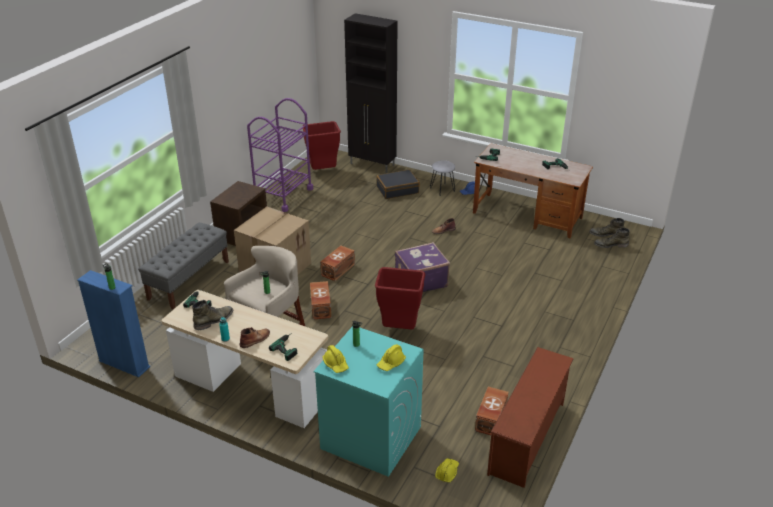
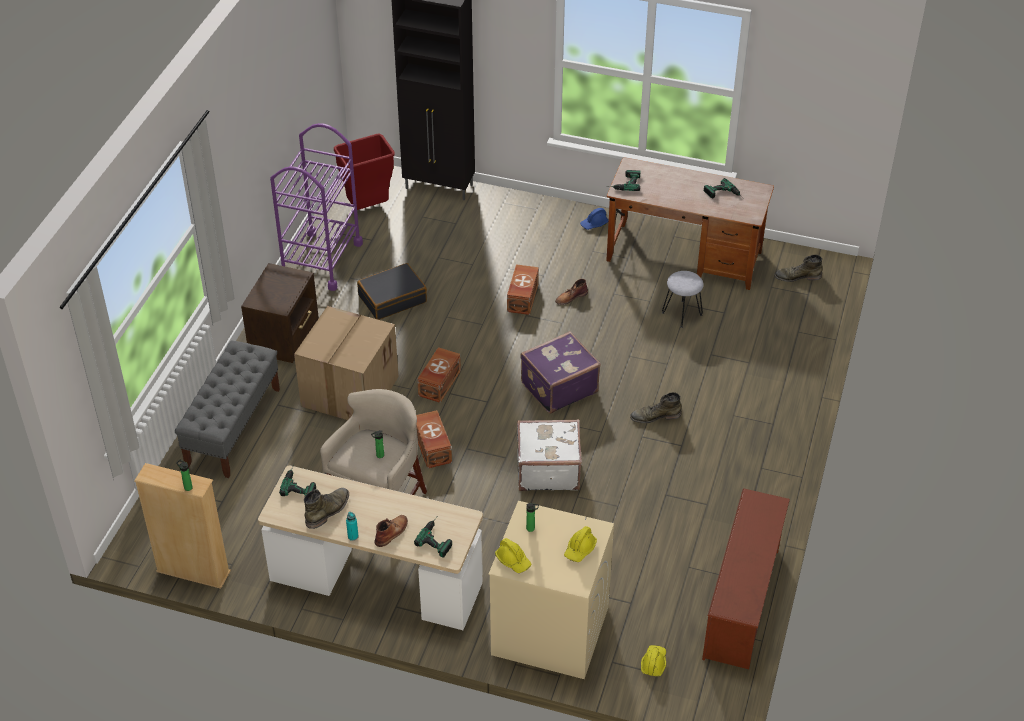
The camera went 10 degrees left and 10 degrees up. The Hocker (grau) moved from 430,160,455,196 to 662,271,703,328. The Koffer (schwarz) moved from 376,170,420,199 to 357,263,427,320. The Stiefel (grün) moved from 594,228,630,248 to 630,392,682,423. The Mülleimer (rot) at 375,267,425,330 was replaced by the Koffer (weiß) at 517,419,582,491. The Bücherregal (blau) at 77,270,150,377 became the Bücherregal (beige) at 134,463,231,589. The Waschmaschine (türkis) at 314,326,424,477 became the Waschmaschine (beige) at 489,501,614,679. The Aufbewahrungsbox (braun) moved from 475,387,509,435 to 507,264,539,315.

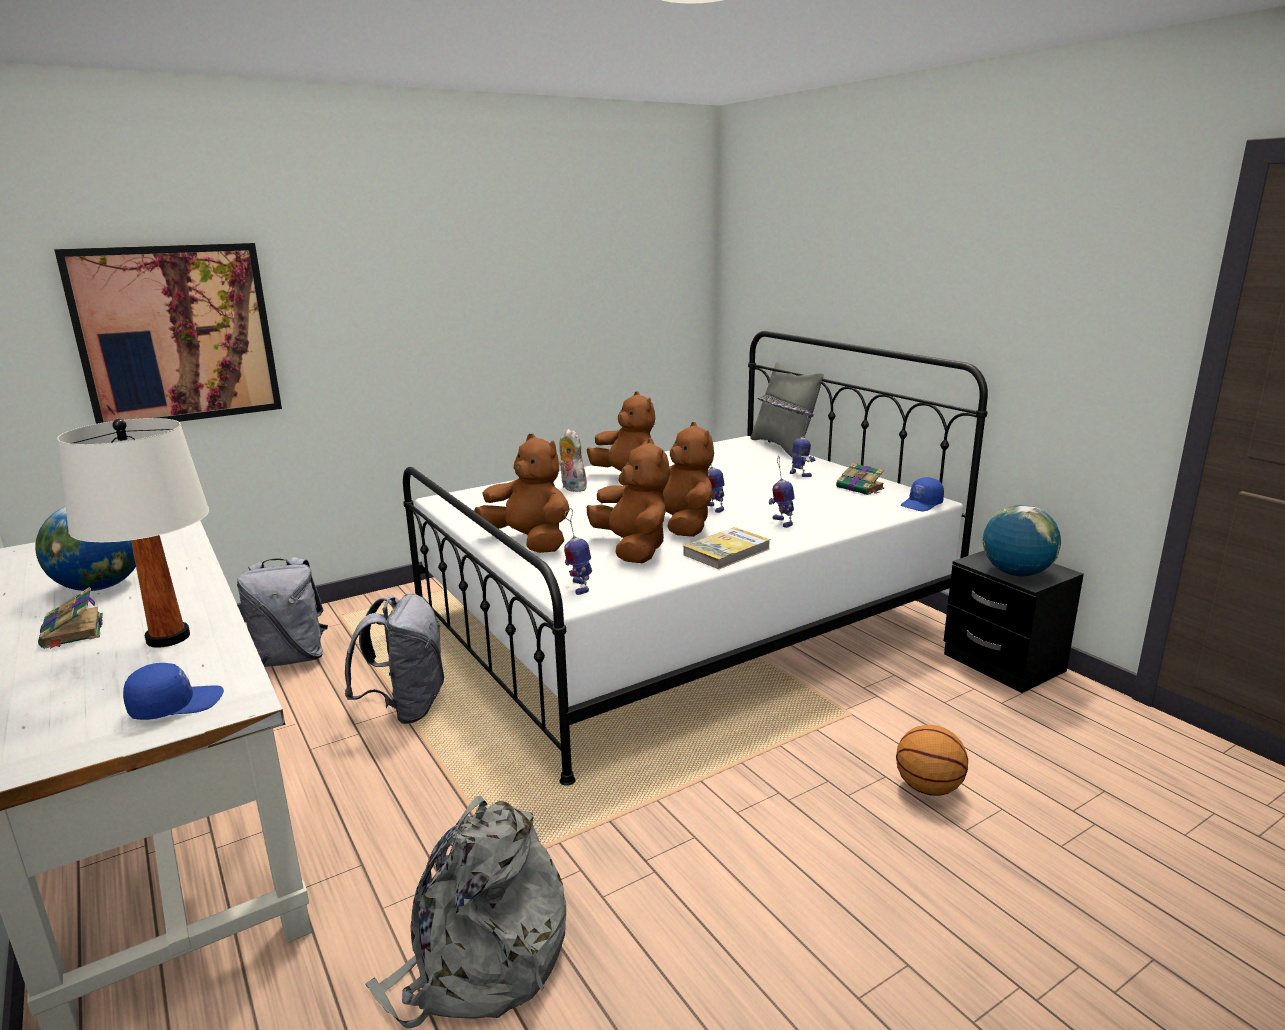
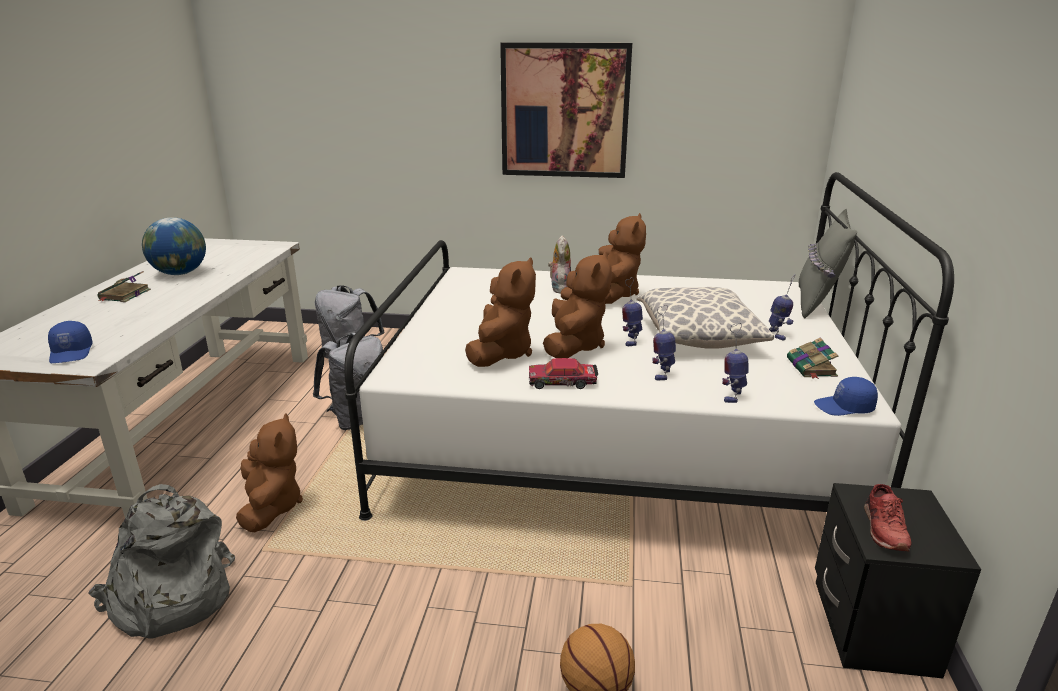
The camera went 40 degrees right and 5 degrees up. The Bild moved from 54,243,282,424 to 500,42,632,178. The Tischlampe (weiß) at 57,418,209,648 disappeared. The Plüschtier (braun) moved from 474,433,569,553 to 236,413,303,532. The Globus at 983,505,1061,576 was replaced by the Schuh (rot) at 864,484,912,551. The Spielzeugroboter moved from 564,508,592,595 to 722,323,748,403. The Buch at 683,527,771,569 was replaced by the Spielzeugauto at 529,358,598,389. The Kappe (blau) at 123,663,224,720 turned 60 degrees clockwise. The Kissen at 637,287,774,349 appeared.

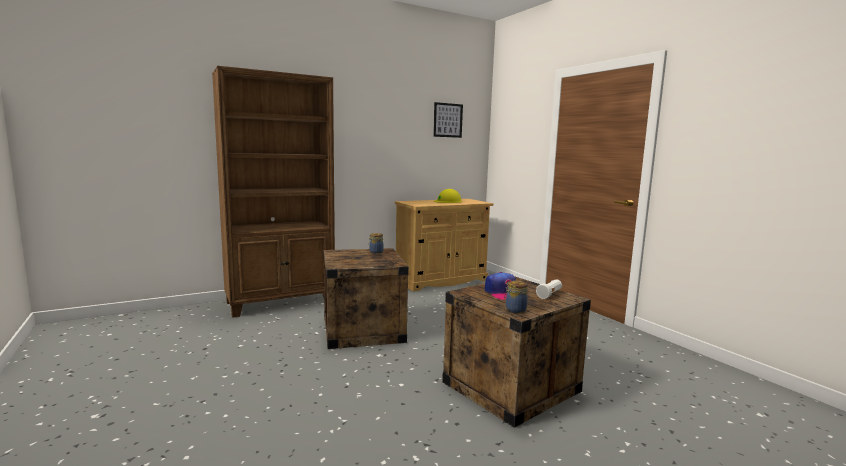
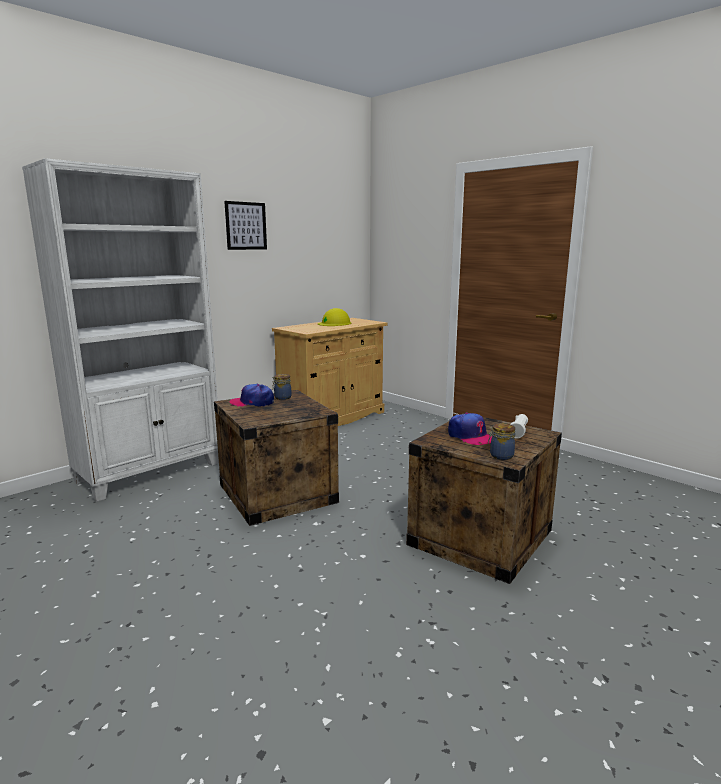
The camera went 15 degrees left and 5 degrees up. The Bücherregal (braun) at 212,66,335,317 became the Bücherregal (weiß) at 22,158,219,502. The Bild moved from 433,102,463,138 to 224,201,267,250. The Kappe at 230,384,274,407 appeared.

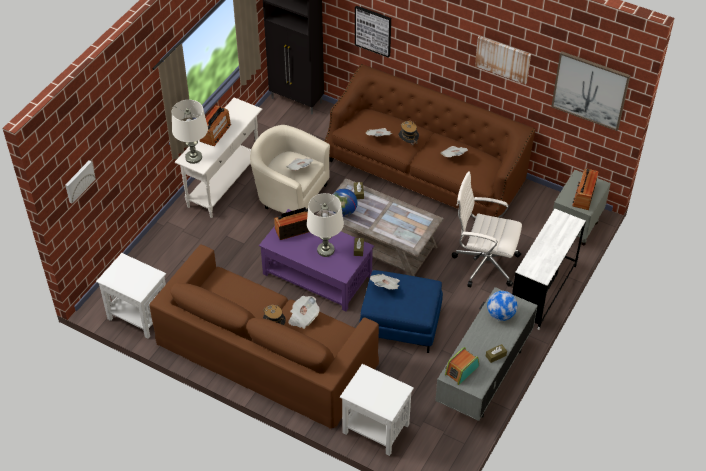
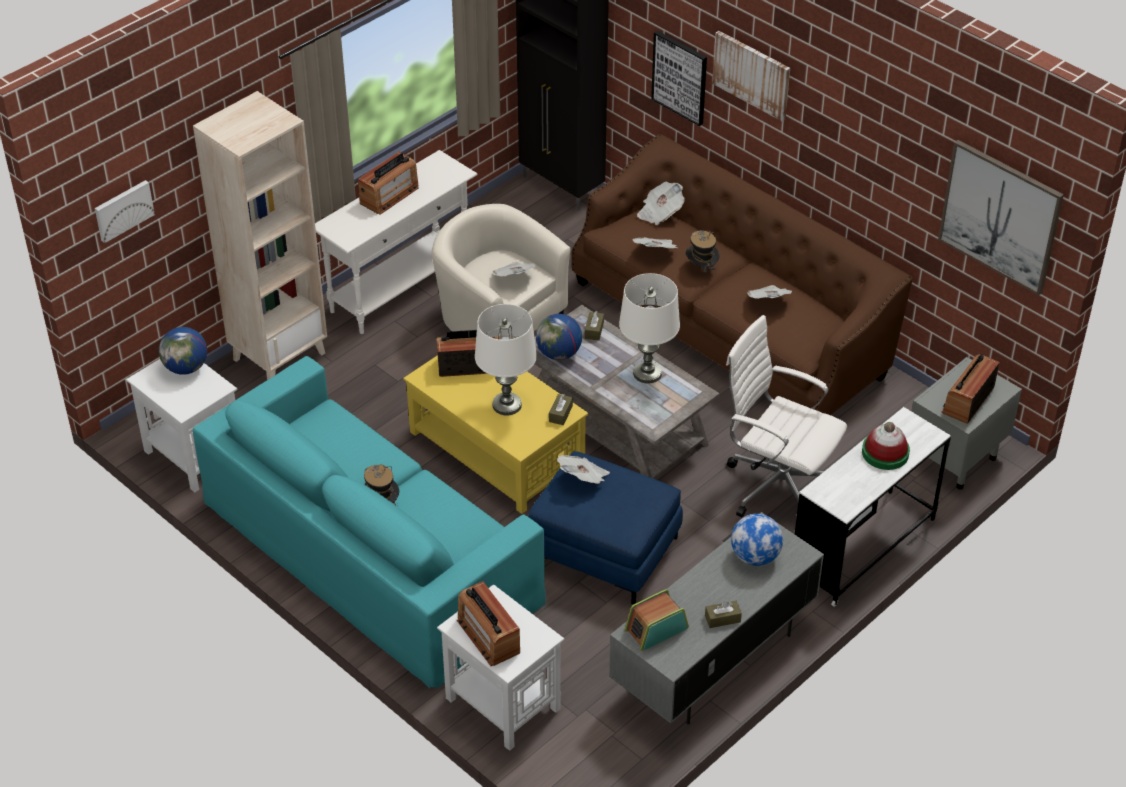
The camera went 15 degrees right and 5 degrees down. The Bild moved from 475,36,531,85 to 712,31,790,121. The Tischlampe (weiß) moved from 172,100,208,164 to 619,273,680,384. The Couchtisch (lila) at 259,209,374,311 became the Couchtisch (gelb) at 403,355,588,514. The Sofa (braun) at 149,244,379,429 became the Sofa (türkis) at 193,356,546,689. The Zeitung moved from 288,296,319,329 to 637,182,685,225. The Bücherregal (beige) at 193,91,327,380 appeared. The Globus at 159,327,207,375 appeared. The Hut at 862,422,910,470 appeared. The Radio at 457,581,520,666 appeared.

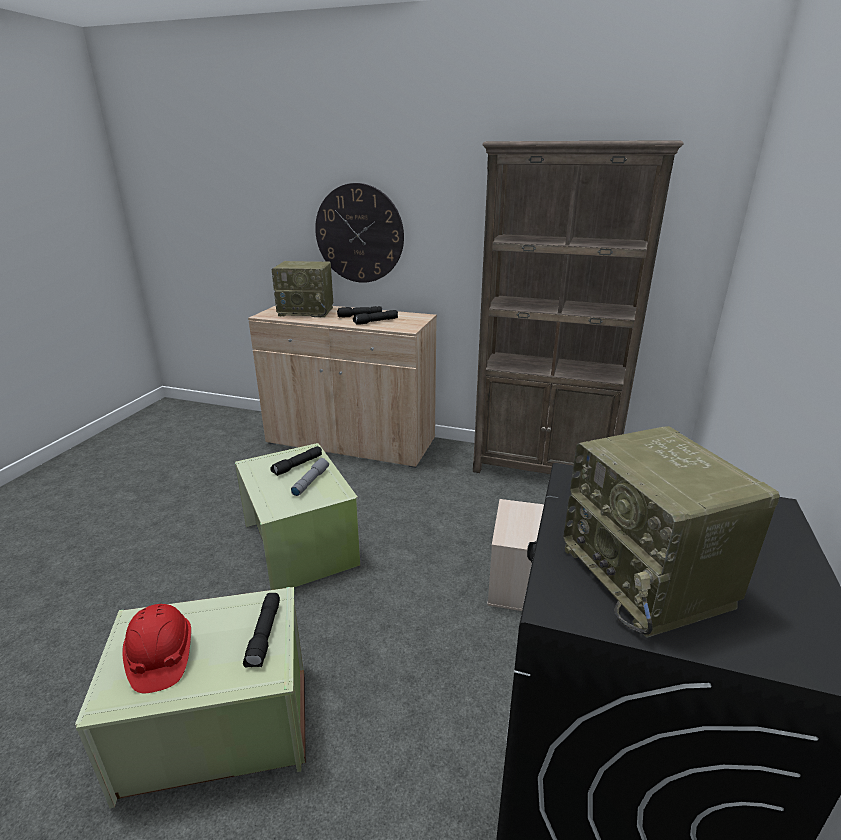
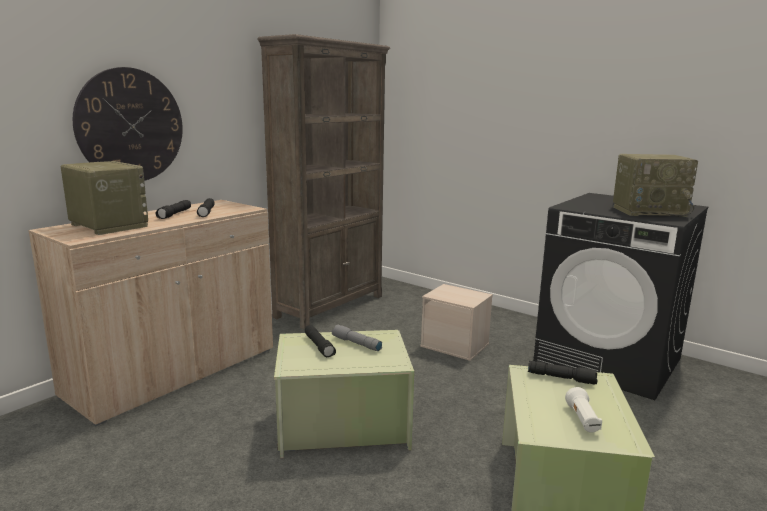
The camera went 70 degrees left and 10 degrees down. The Radio at 272,261,333,317 turned 75 degrees counterclockwise. The Schutzhelm (rot) at 122,604,191,693 was replaced by the Taschenlampe (weiß) at 565,387,602,433.

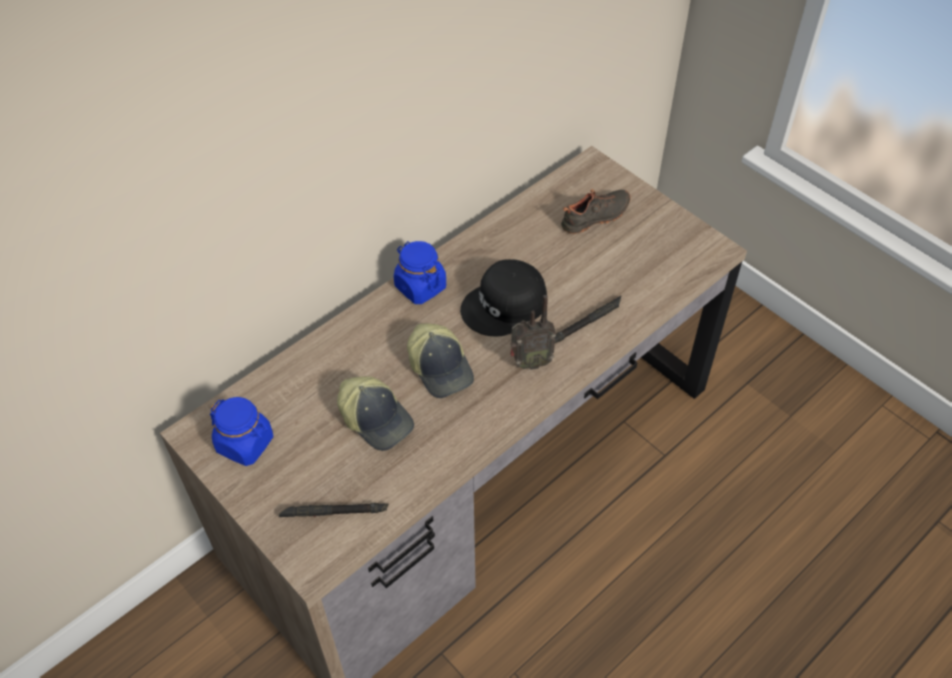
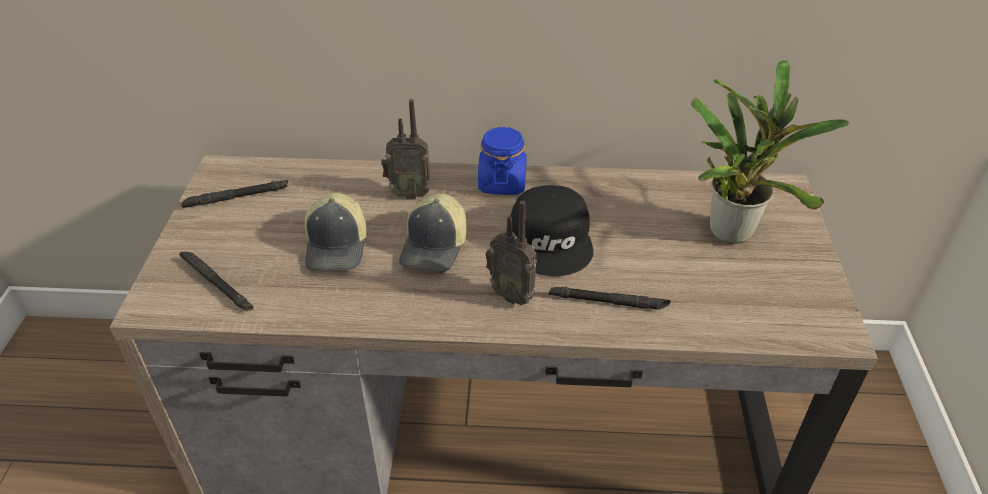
The camera went 45 degrees right and 10 degrees down. The Schuh (schwarz) at 561,189,631,234 was replaced by the Topfpflanze at 691,60,850,244. The Kappe (schwarz) at 460,259,547,336 turned 105 degrees counterclockwise. The Vorratsglas (blau) at 210,397,273,466 was replaced by the Taschenlampe (schwarz) at 181,180,288,208. The Radio at 381,99,431,200 appeared.

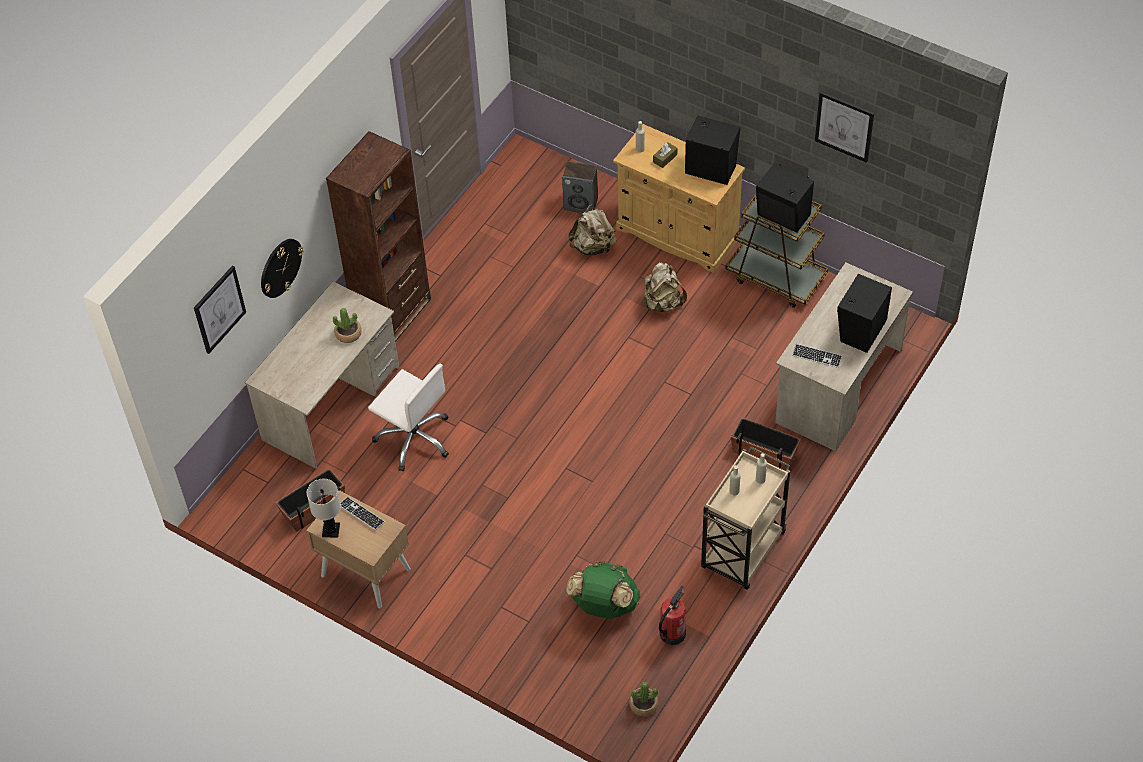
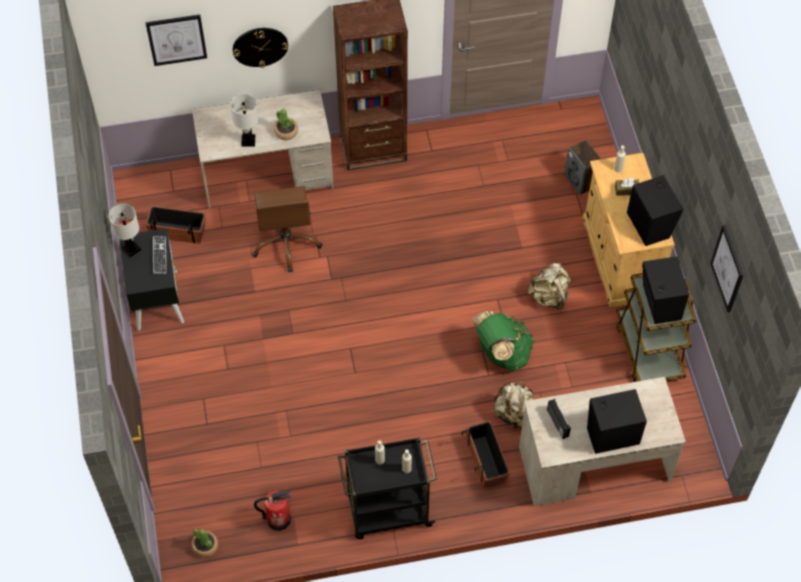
The camera went 45 degrees right and 5 degrees up. The Rucksack (beige) moved from 568,204,617,255 to 494,382,534,428. The Tastatur at 792,343,843,368 was replaced by the Radio at 547,399,571,439. The Bürostuhl (weiß) at 368,363,449,472 became the Bürostuhl (braun) at 252,186,322,272. The Rollwagen (beige) at 701,446,791,590 became the Rollwagen (schwarz) at 338,437,437,539. The Nachttisch (beige) at 306,490,411,609 became the Nachttisch (schwarz) at 120,228,184,331. The Rucksack (grün) moved from 566,561,641,619 to 472,311,534,371. The Tischlampe (weiß) at 230,94,258,147 appeared.

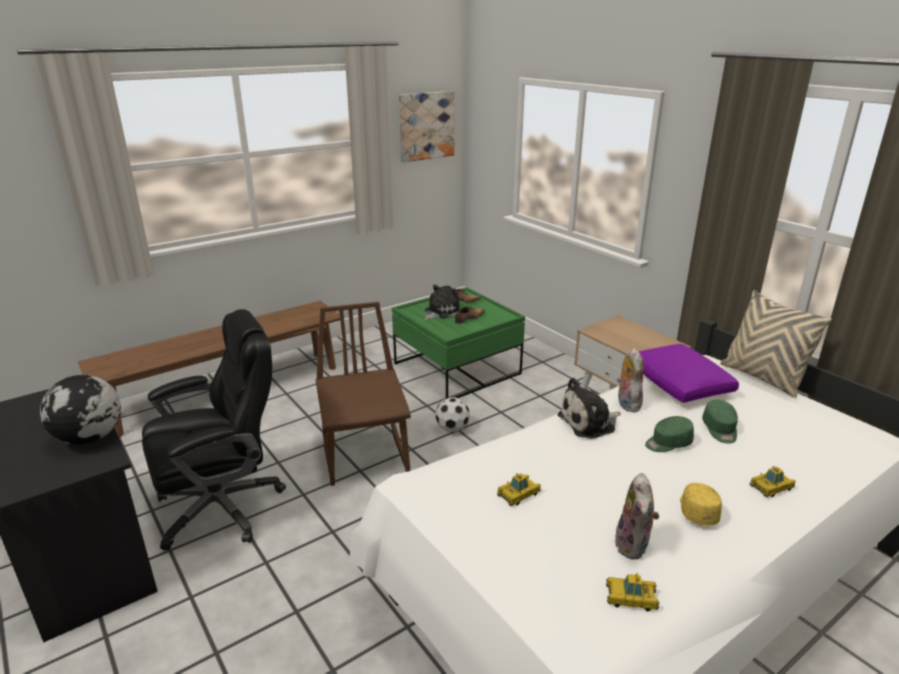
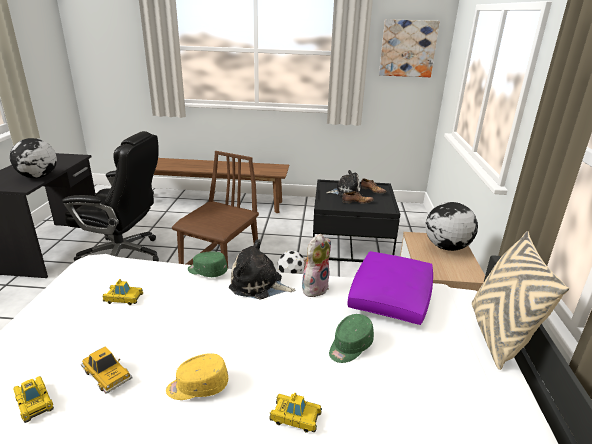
The camera went 40 degrees right and 0 degrees up. The Couchtisch (grün) at 392,287,525,399 became the Couchtisch (schwarz) at 313,180,400,262. The Kappe (grün) moved from 645,416,694,452 to 188,252,227,277. The Plüschtier at 614,473,660,559 was replaced by the Spielzeugauto at 81,346,133,394. The Kappe (gelb) at 680,483,722,526 turned 150 degrees counterclockwise. The Globus at 425,202,478,251 appeared.

